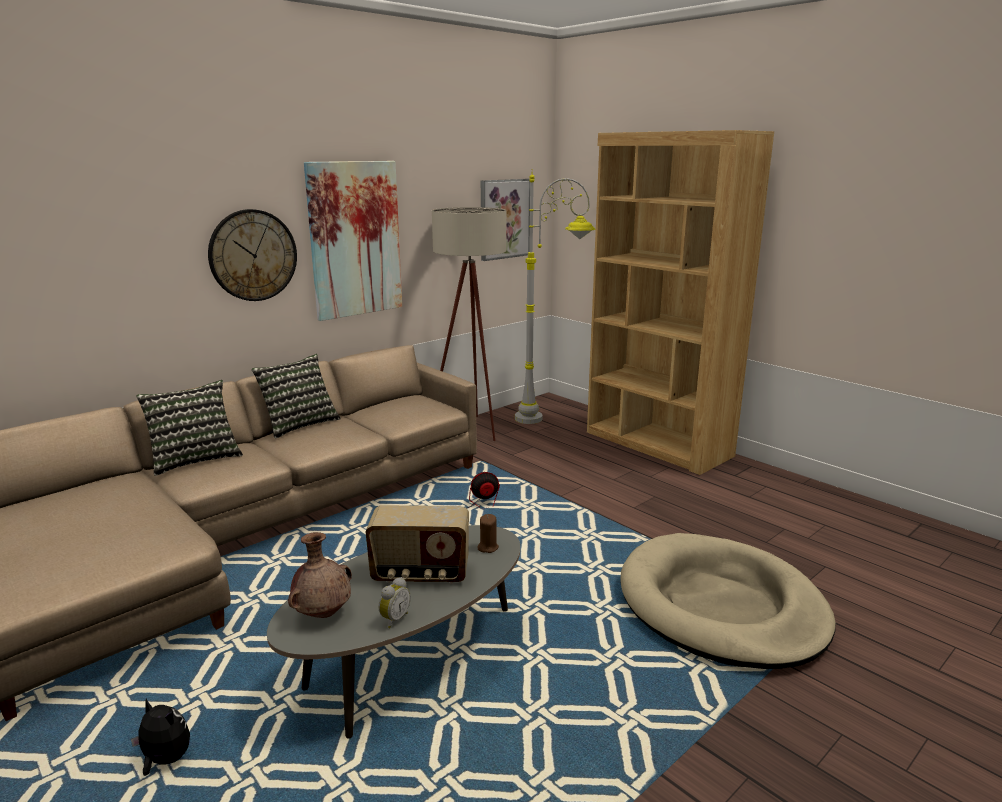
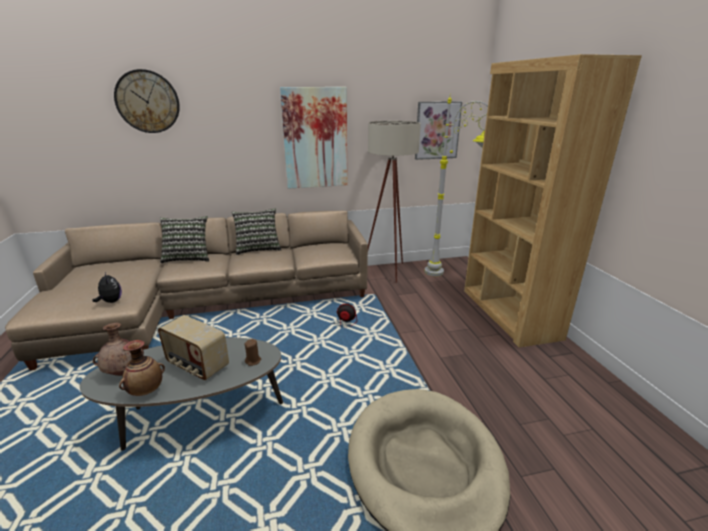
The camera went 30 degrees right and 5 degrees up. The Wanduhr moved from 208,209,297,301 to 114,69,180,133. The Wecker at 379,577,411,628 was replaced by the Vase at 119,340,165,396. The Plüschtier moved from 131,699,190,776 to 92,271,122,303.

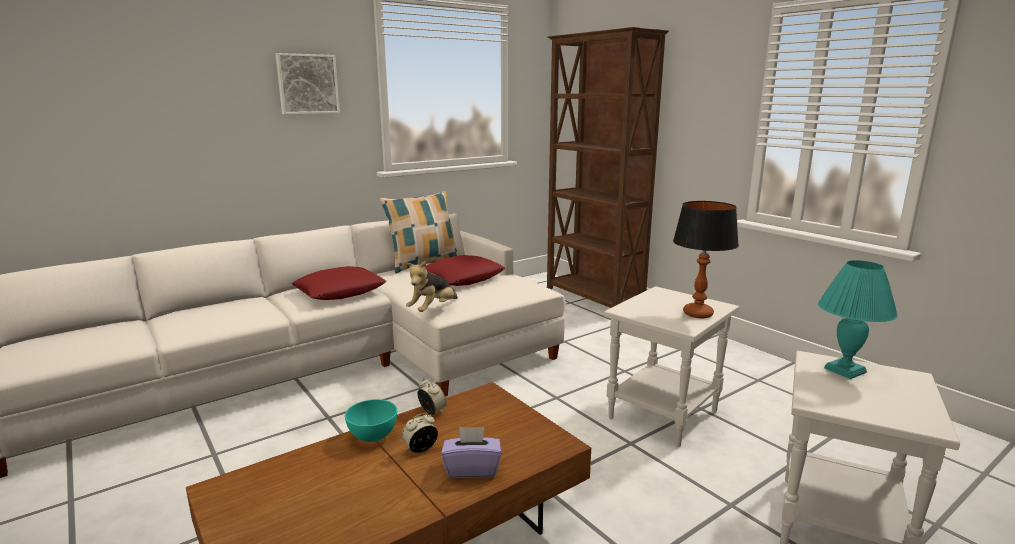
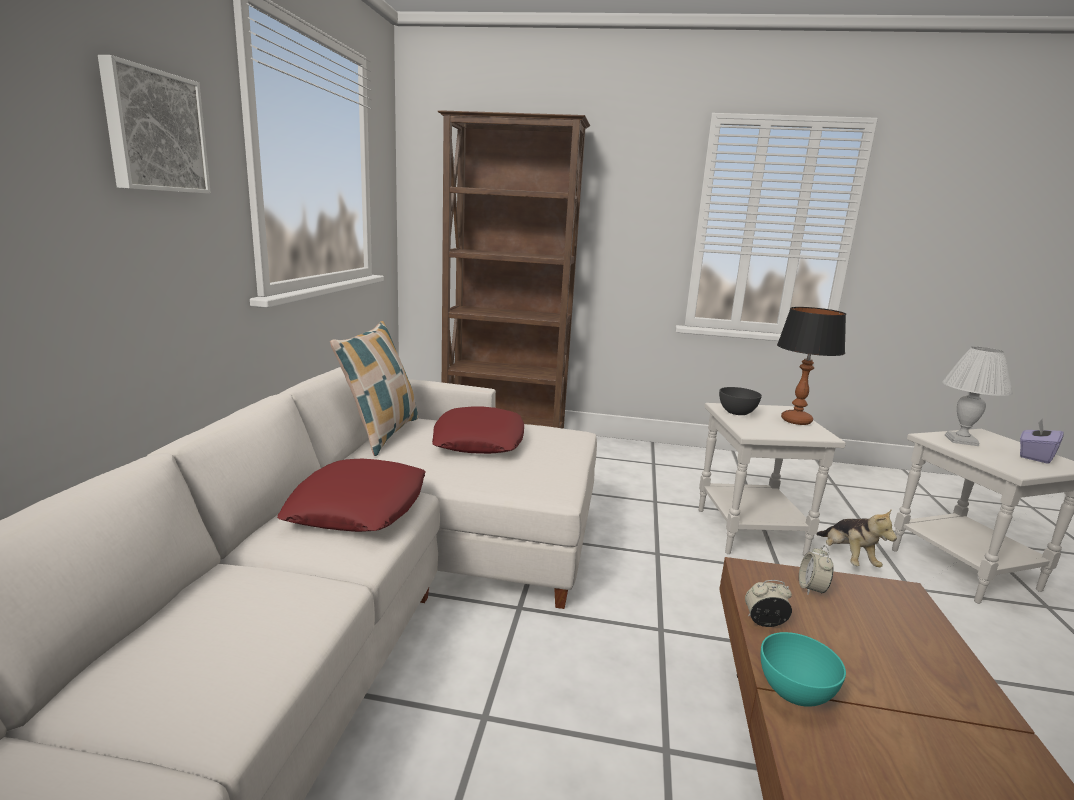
The camera went 45 degrees left and 0 degrees up. The Tischlampe (türkis) at 818,260,898,379 became the Tischlampe (weiß) at 942,347,1013,446. The Plüschtier moved from 406,261,458,312 to 816,509,897,567. The Wecker moved from 402,413,438,453 to 799,545,834,595. The Taschentuchbox (lila) moved from 441,426,501,478 to 1020,419,1064,464. The Schüssel (grau) at 719,387,762,415 appeared.

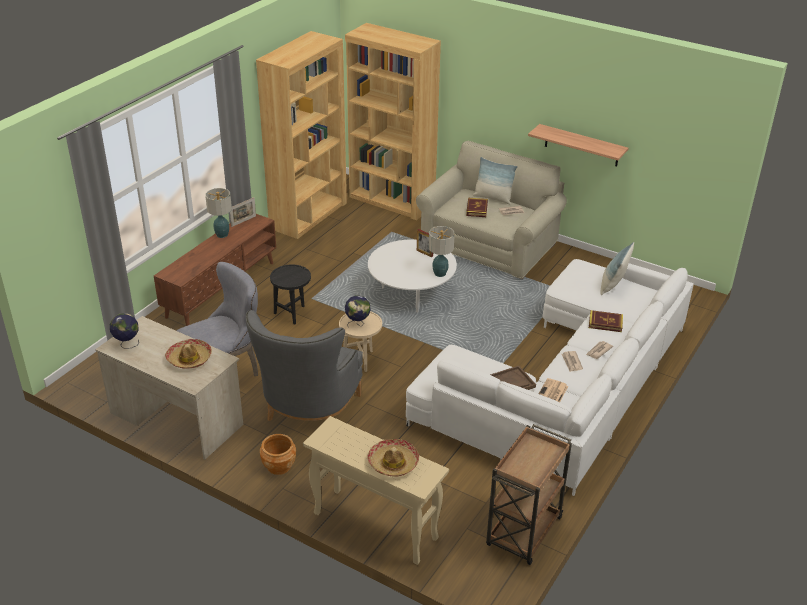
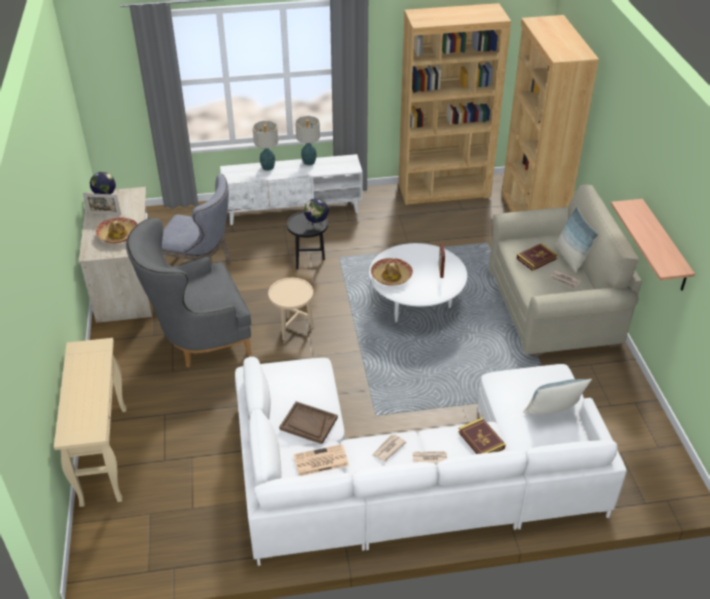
The camera went 50 degrees right and 5 degrees up. The Bilderrahmen moved from 230,197,256,227 to 83,193,121,215. The Fernsehschrank (braun) at 154,214,276,326 became the Fernsehschrank (weiß) at 220,154,363,225. The Tischlampe moved from 429,226,455,277 to 253,121,278,171. The Globus moved from 345,295,371,327 to 304,198,329,229. The Rollwagen (braun) at 486,424,572,565 disappeared. The Pflanzkübel (braun) at 260,434,296,475 disappeared. The Hut moved from 367,439,419,477 to 371,258,413,286.

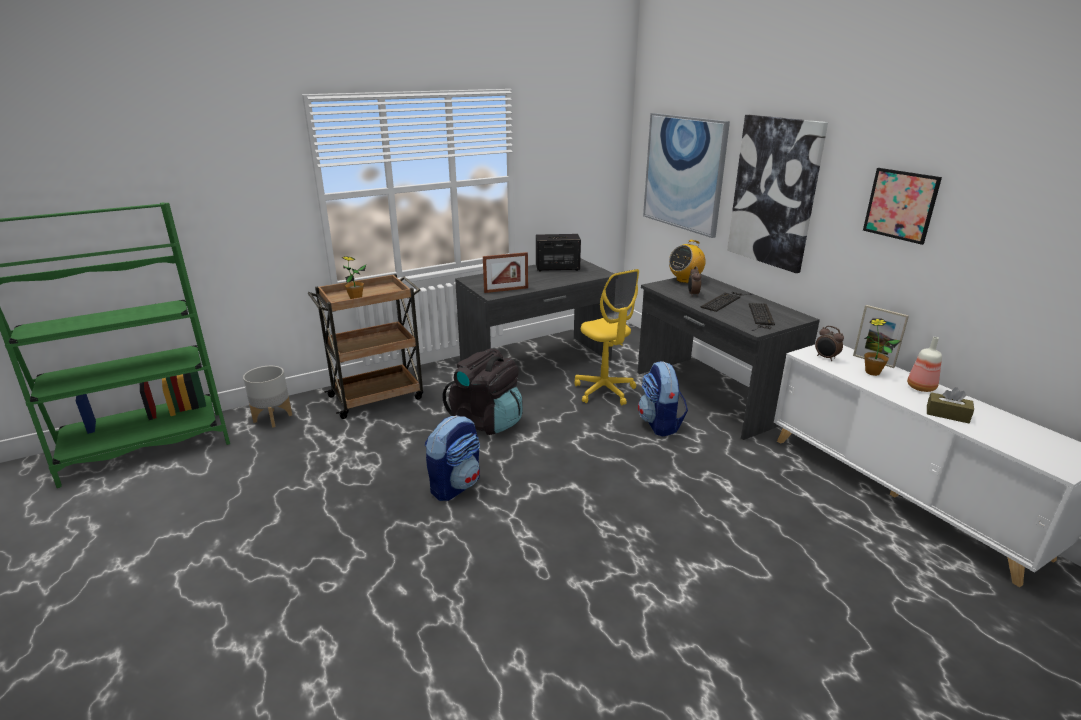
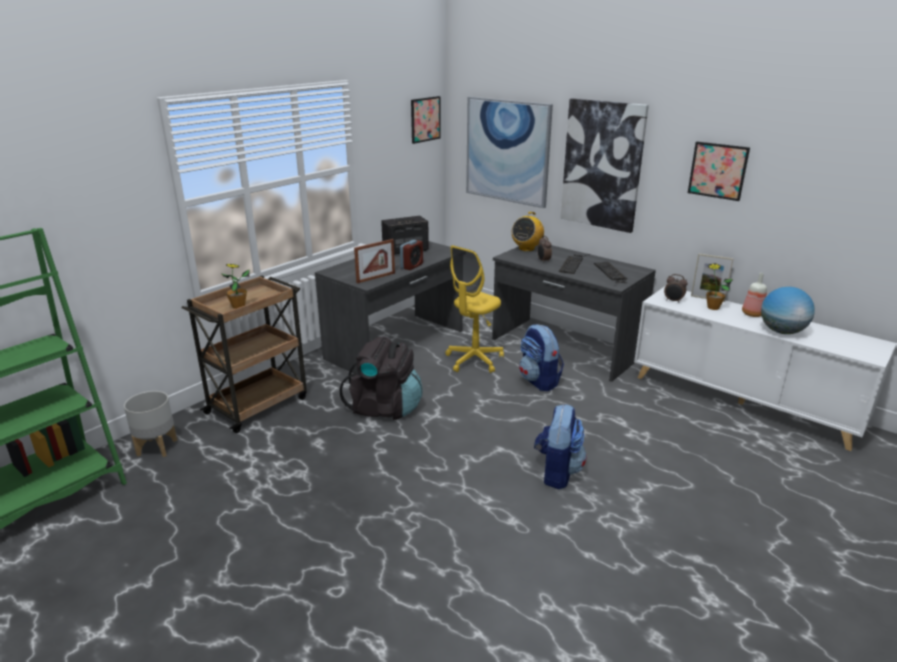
The camera went 20 degrees left and 0 degrees up. The Bürostuhl (gelb) at 574,269,639,405 turned 90 degrees clockwise. The Taschentuchbox (braun) at 927,387,974,423 was replaced by the Globus at 761,287,815,334. The Rucksack moved from 425,415,480,501 to 534,404,586,489. The Bild at 411,96,441,144 appeared. The Wecker at 400,240,423,270 appeared.

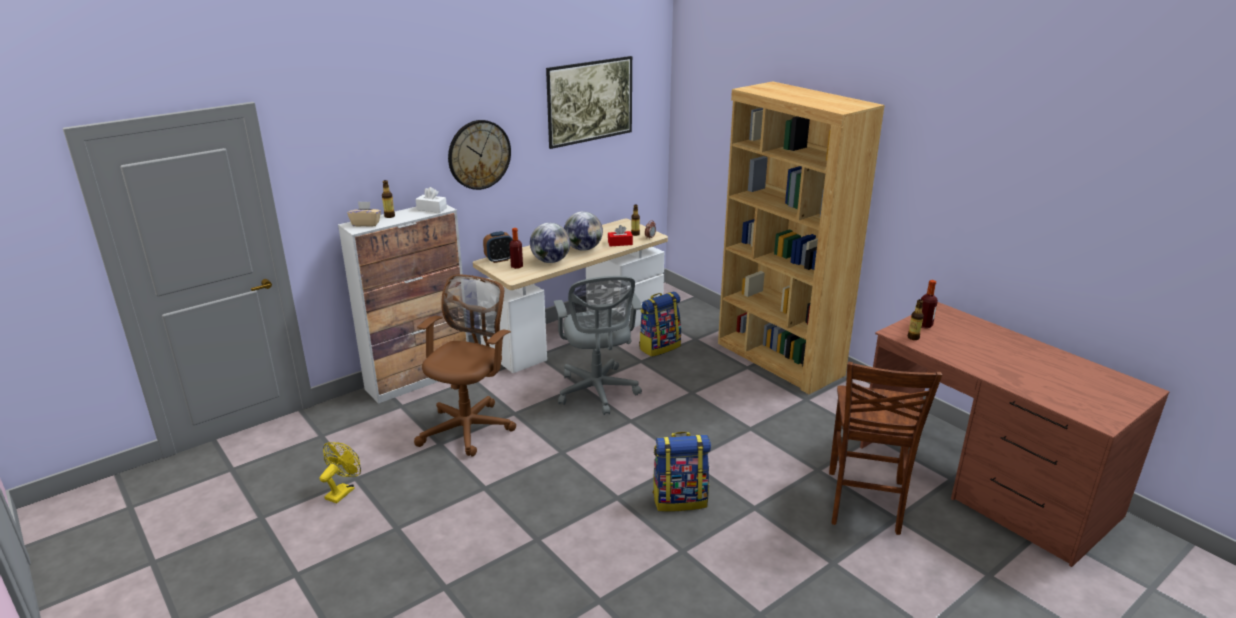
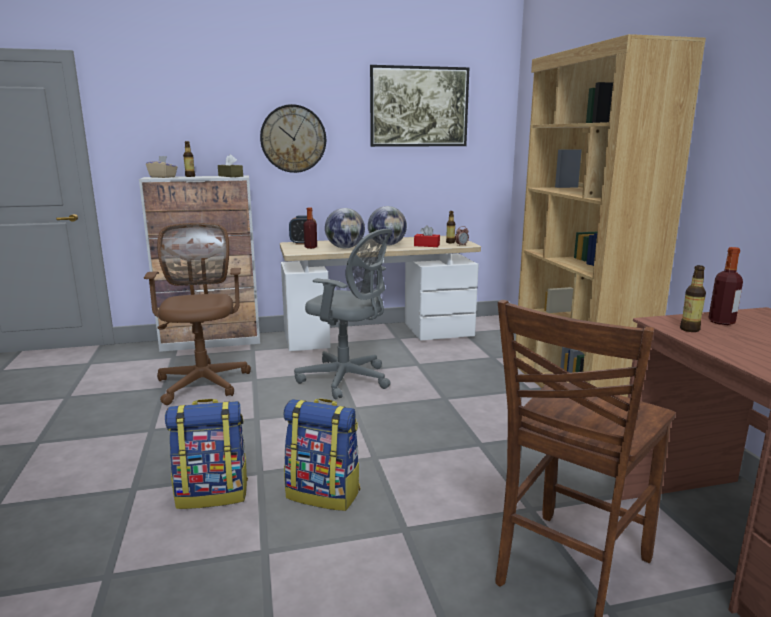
The camera went 25 degrees right and 10 degrees down. The Taschentuchbox (weiß) at 416,187,447,213 became the Taschentuchbox (braun) at 218,154,243,177. The Bürostuhl (braun) at 414,275,516,456 turned 60 degrees counterclockwise. The Bürostuhl (grau) at 554,276,642,415 turned 75 degrees counterclockwise. The Rucksack moved from 639,292,681,357 to 165,399,248,509. The Ventilator (gelb) at 320,442,361,503 disappeared.

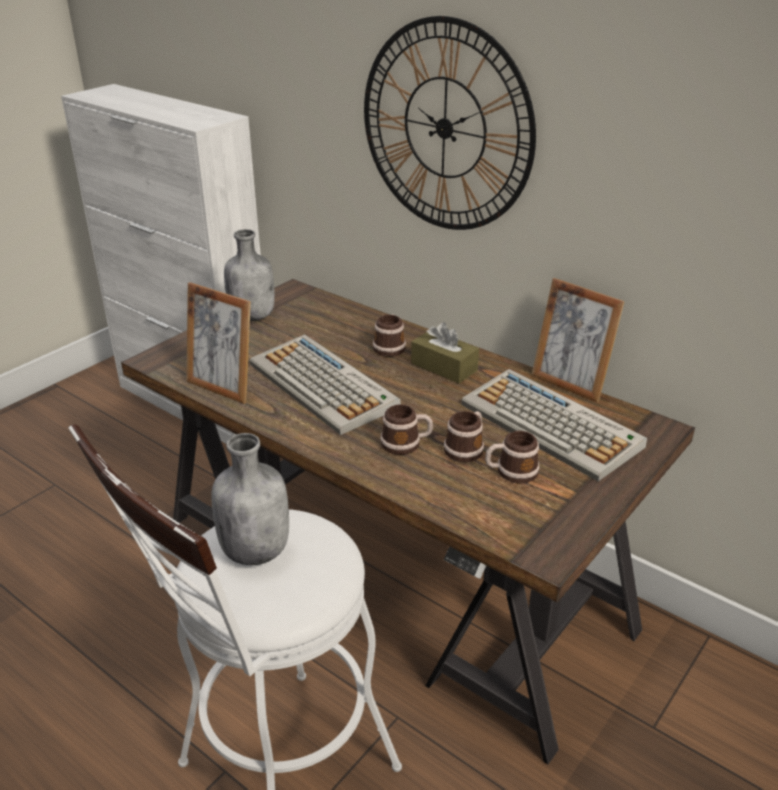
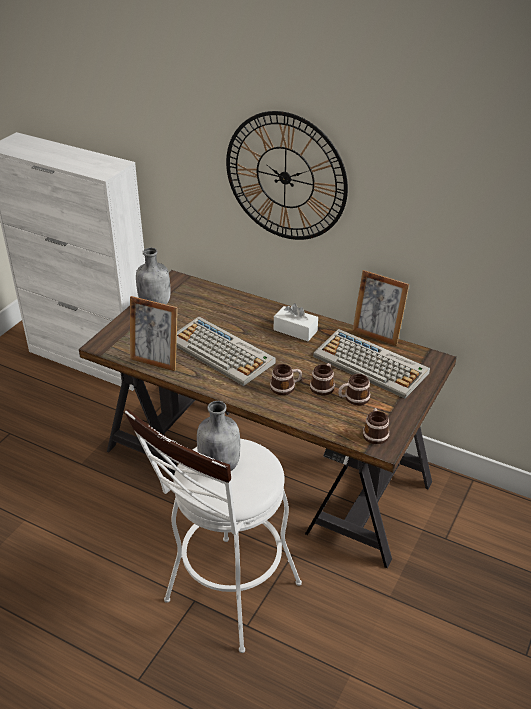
The camera went 10 degrees left and 5 degrees up. The Henkelbecher moved from 373,314,406,357 to 363,408,390,445. The Taschentuchbox (braun) at 411,322,479,383 became the Taschentuchbox (weiß) at 274,303,318,341.

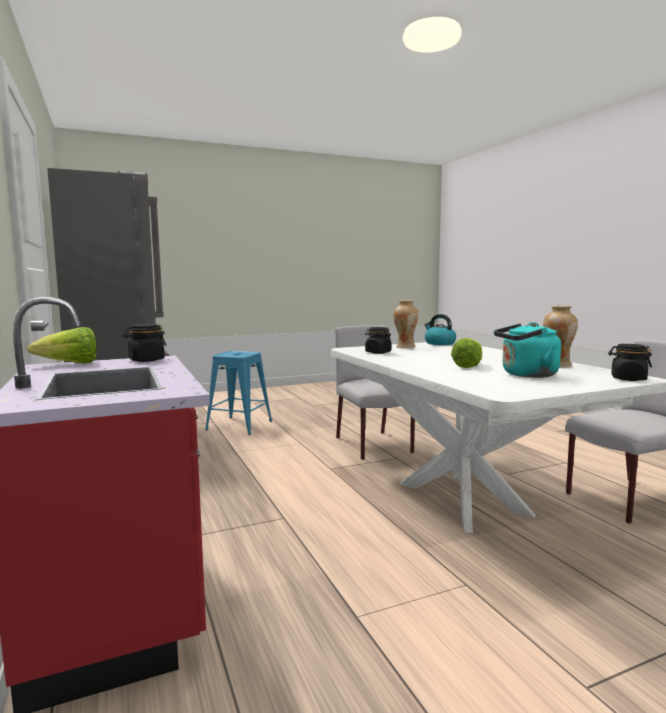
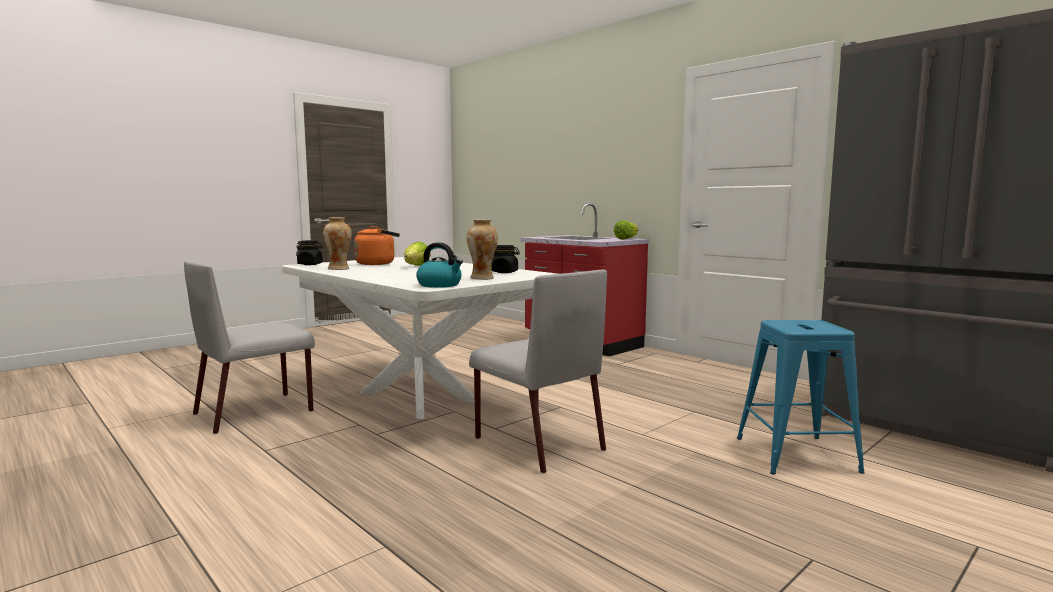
The camera went 160 degrees right and 0 degrees up. The Wasserkessel (türkis) at 494,322,561,378 became the Wasserkessel (orange) at 354,226,400,265. The Vorratsglas (schwarz) at 123,324,166,362 disappeared.

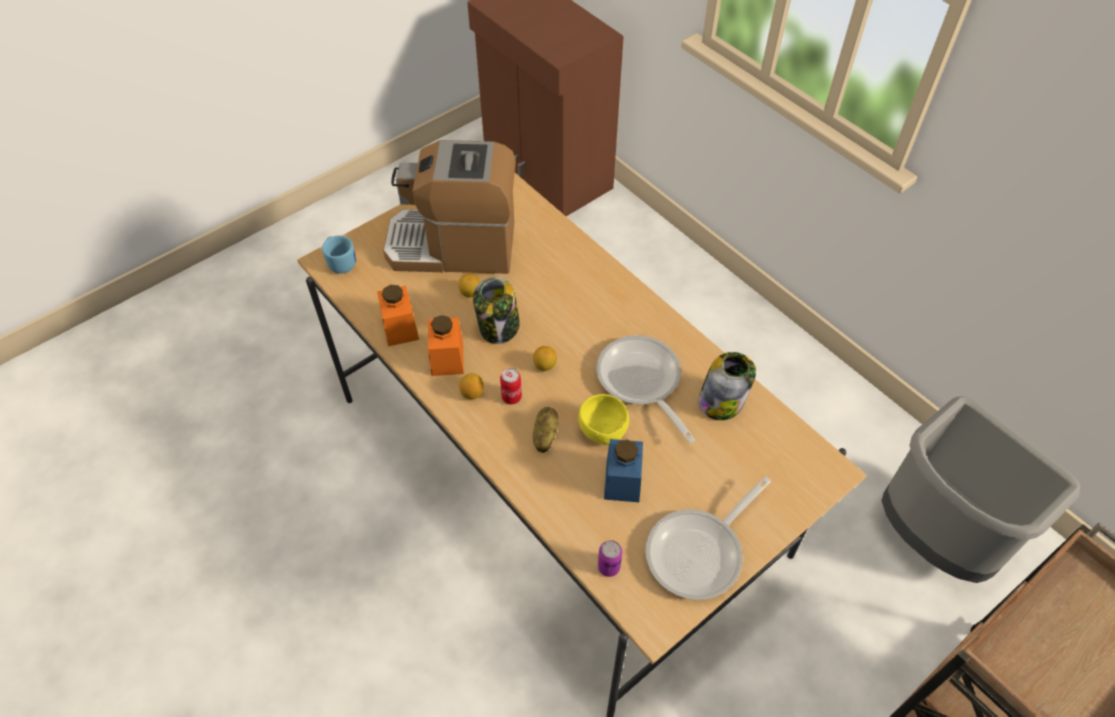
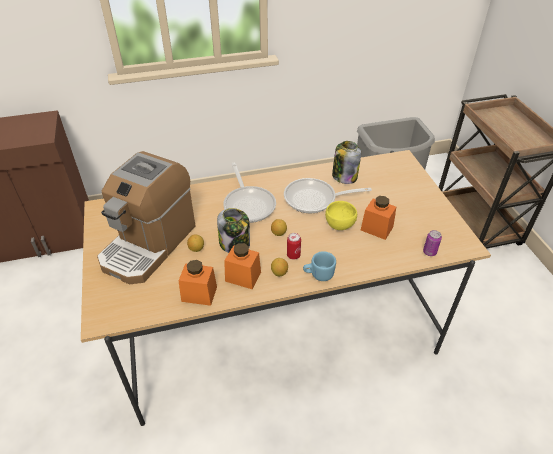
The camera went 65 degrees left and 10 degrees down. The Henkelbecher (blau) moved from 322,235,356,274 to 303,251,336,281. The Kartoffel at 533,407,558,453 disappeared. The Vorratsglas (blau) at 604,439,643,502 became the Vorratsglas (orange) at 361,196,396,240. The Pfanne moved from 646,476,771,600 to 223,163,276,223.

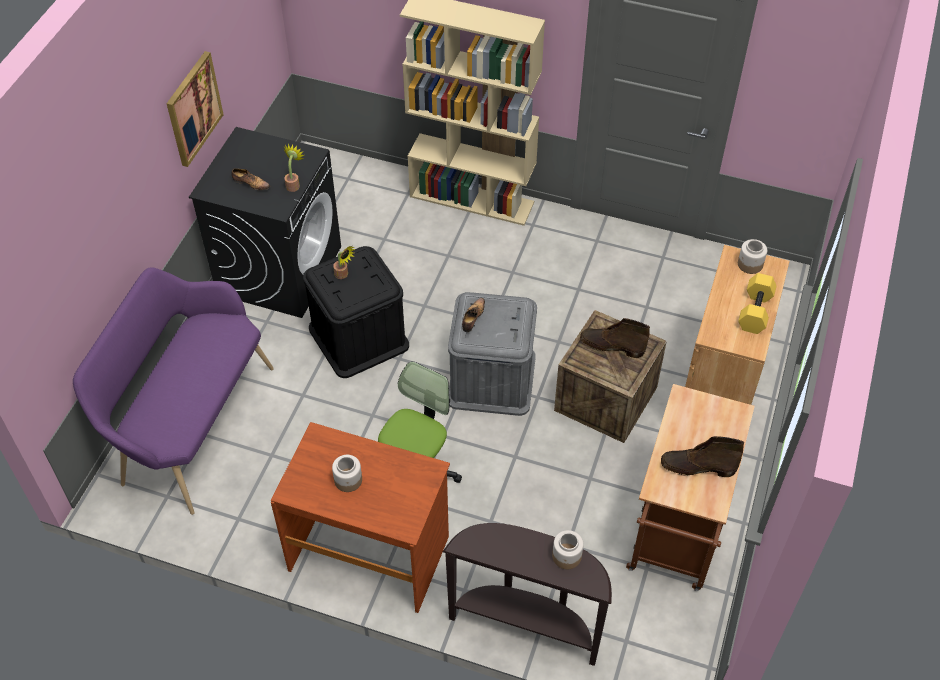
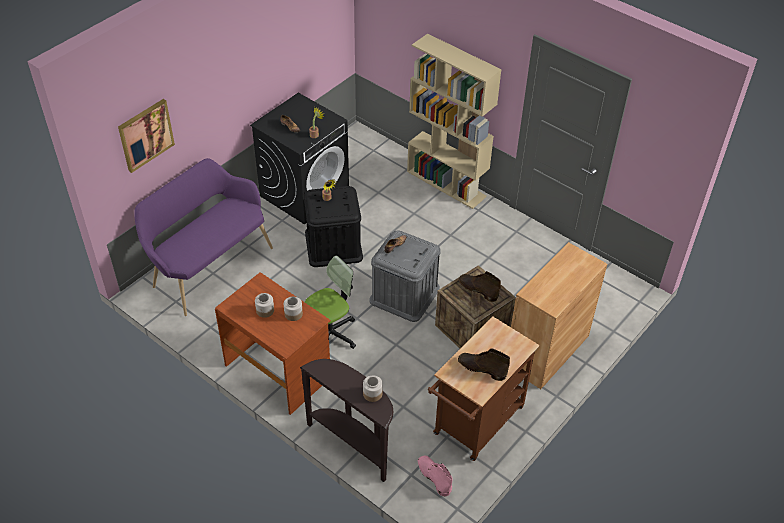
The camera went 20 degrees right and 5 degrees down. The Bild moved from 166,51,224,167 to 118,99,175,173. The Vorratsglas moved from 738,239,767,274 to 284,296,303,321. The Hantel (gelb) at 738,273,776,334 disappeared. The Stiefel (rosa) at 418,456,453,497 appeared.

